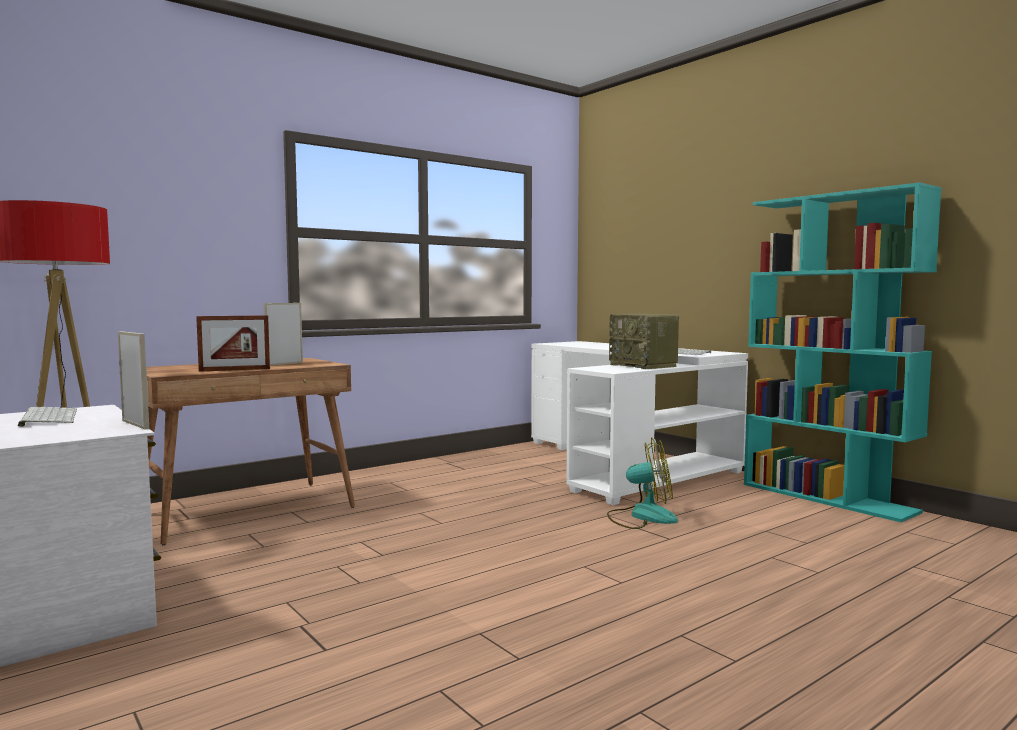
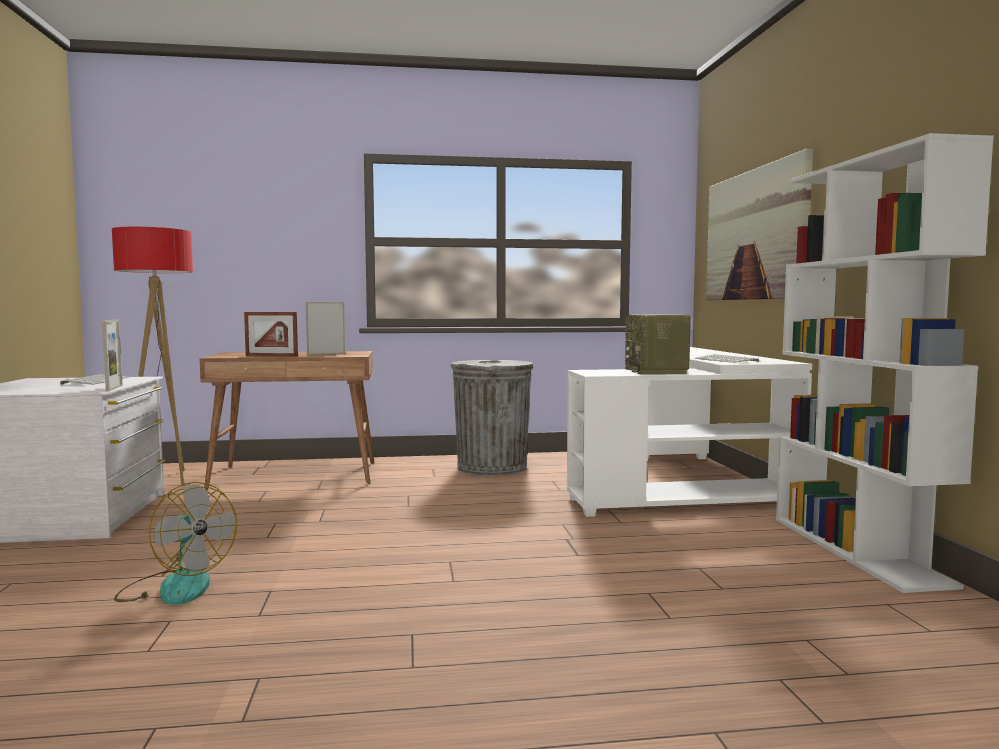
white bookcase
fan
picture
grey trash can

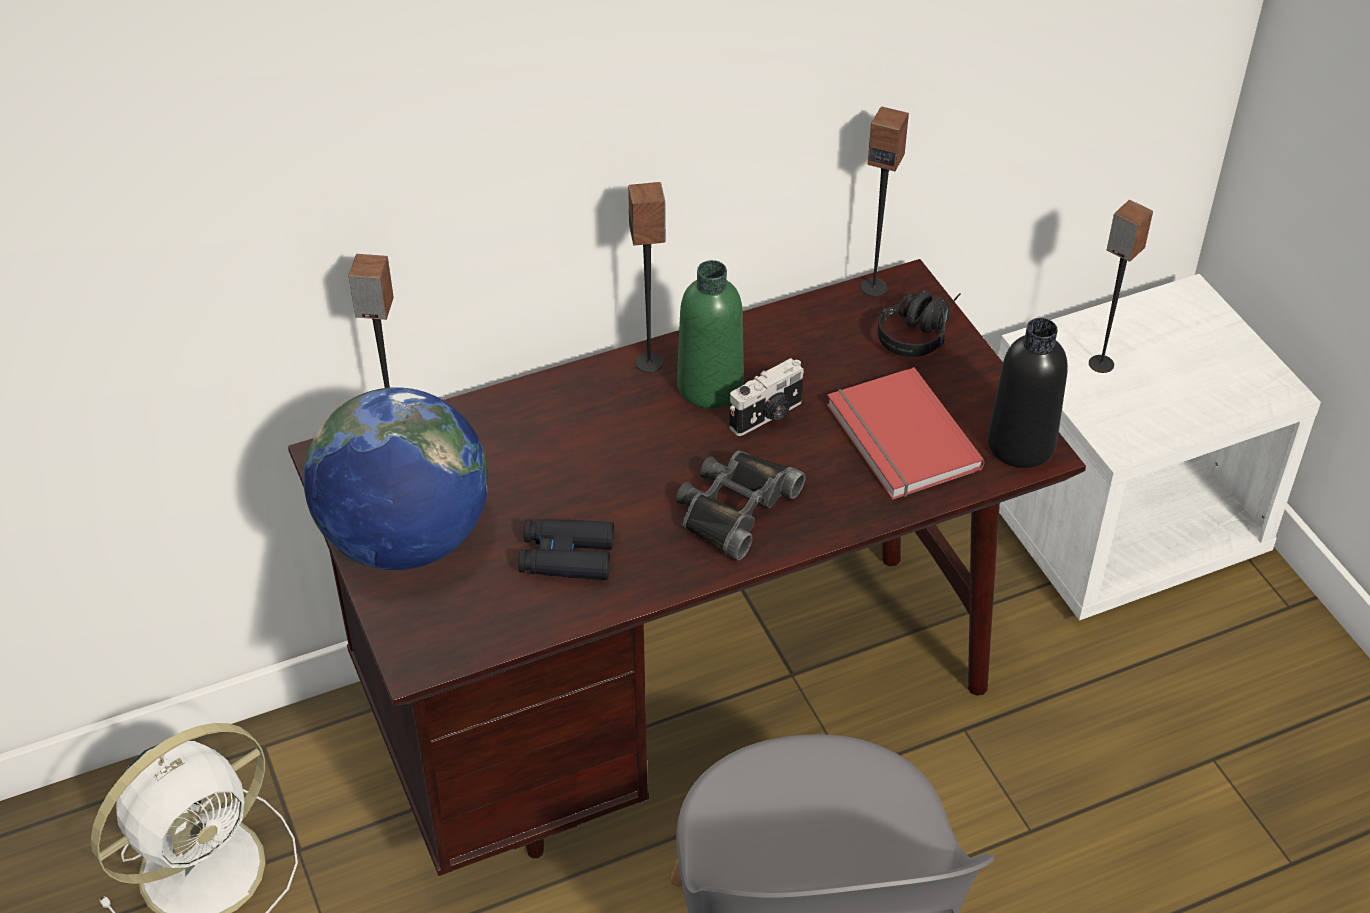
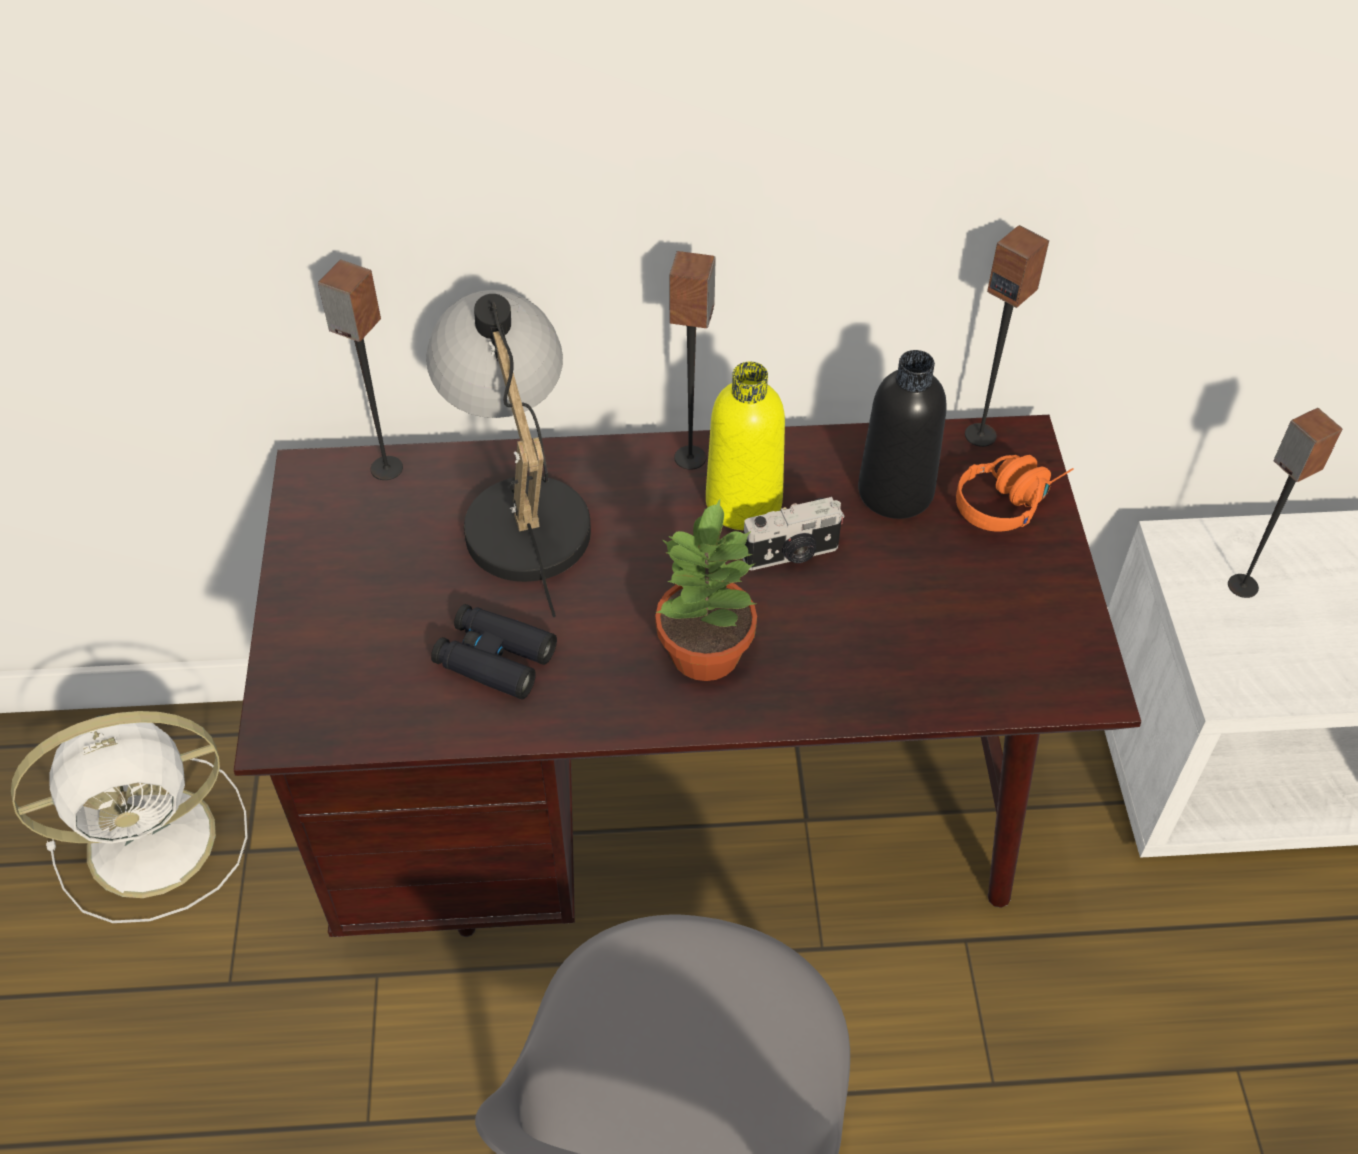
yellow bottle
orange headphones
black bottle
red book
globe
potted plant
table lamp

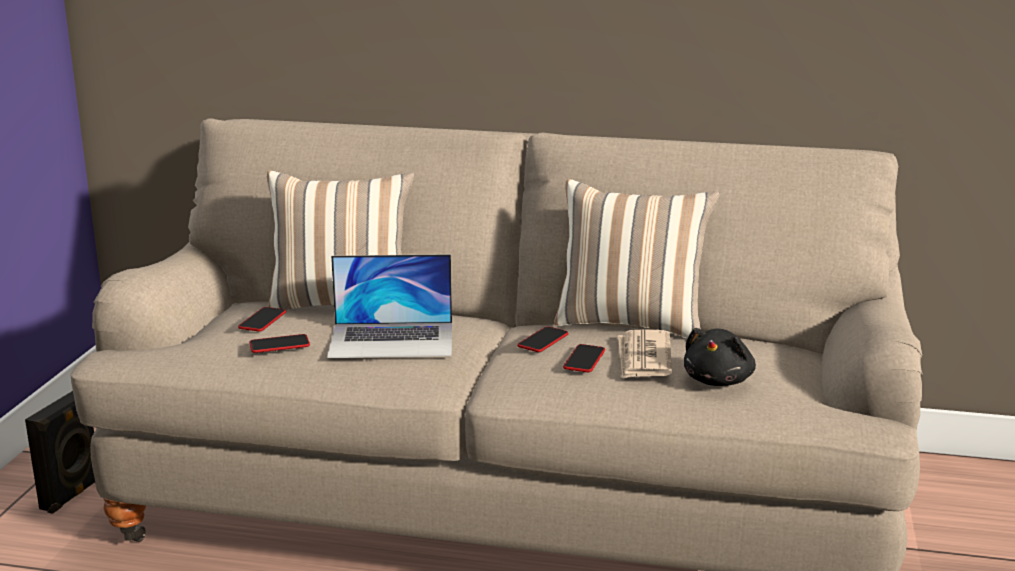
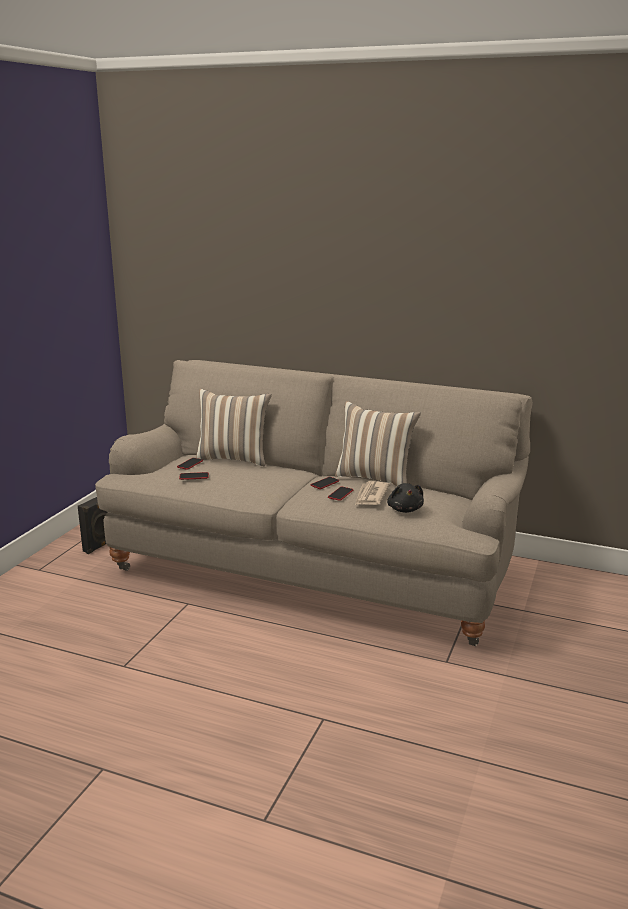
laptop
black plush toy

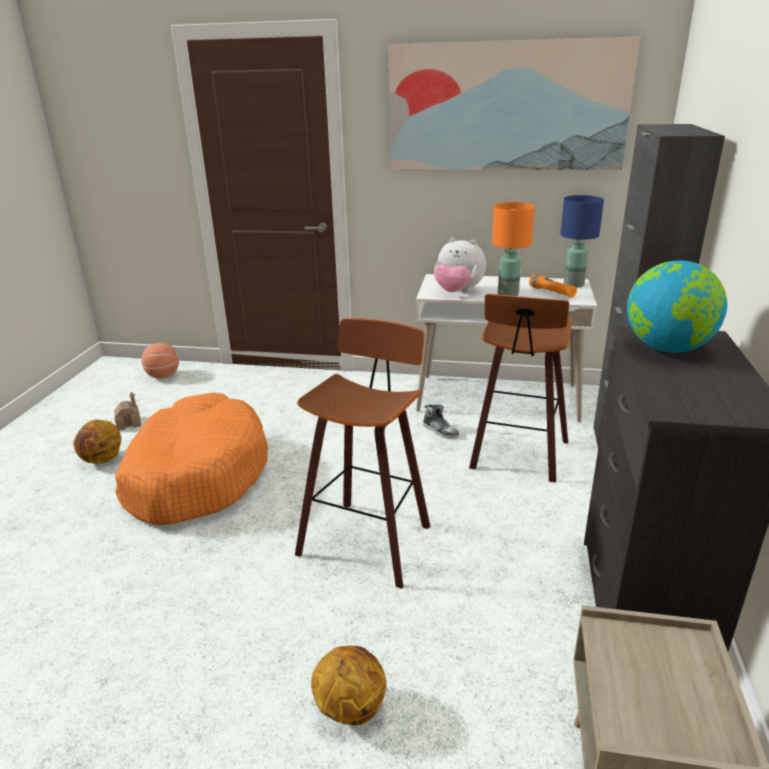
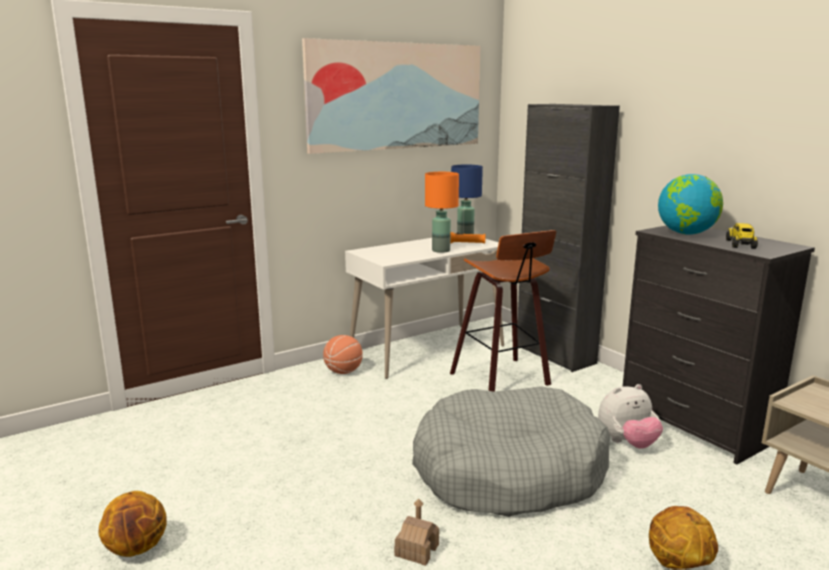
plush toy
grey dog bed
basketball (2nd from left)
toy house
orange dog bed
shoe
toy truck

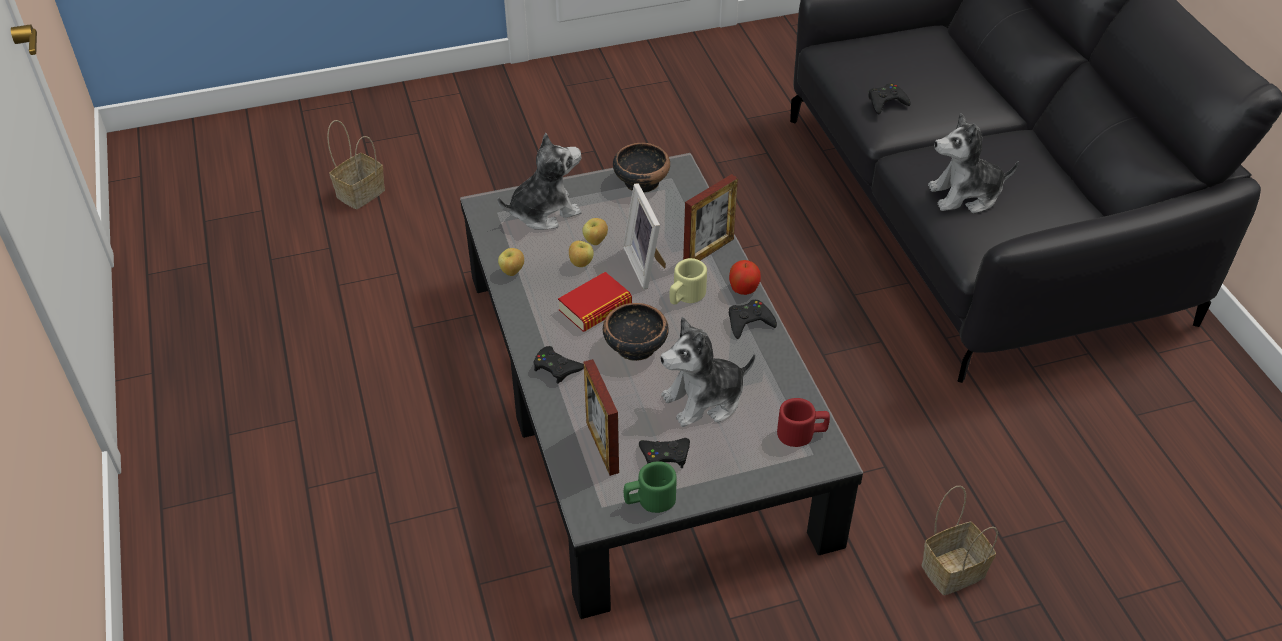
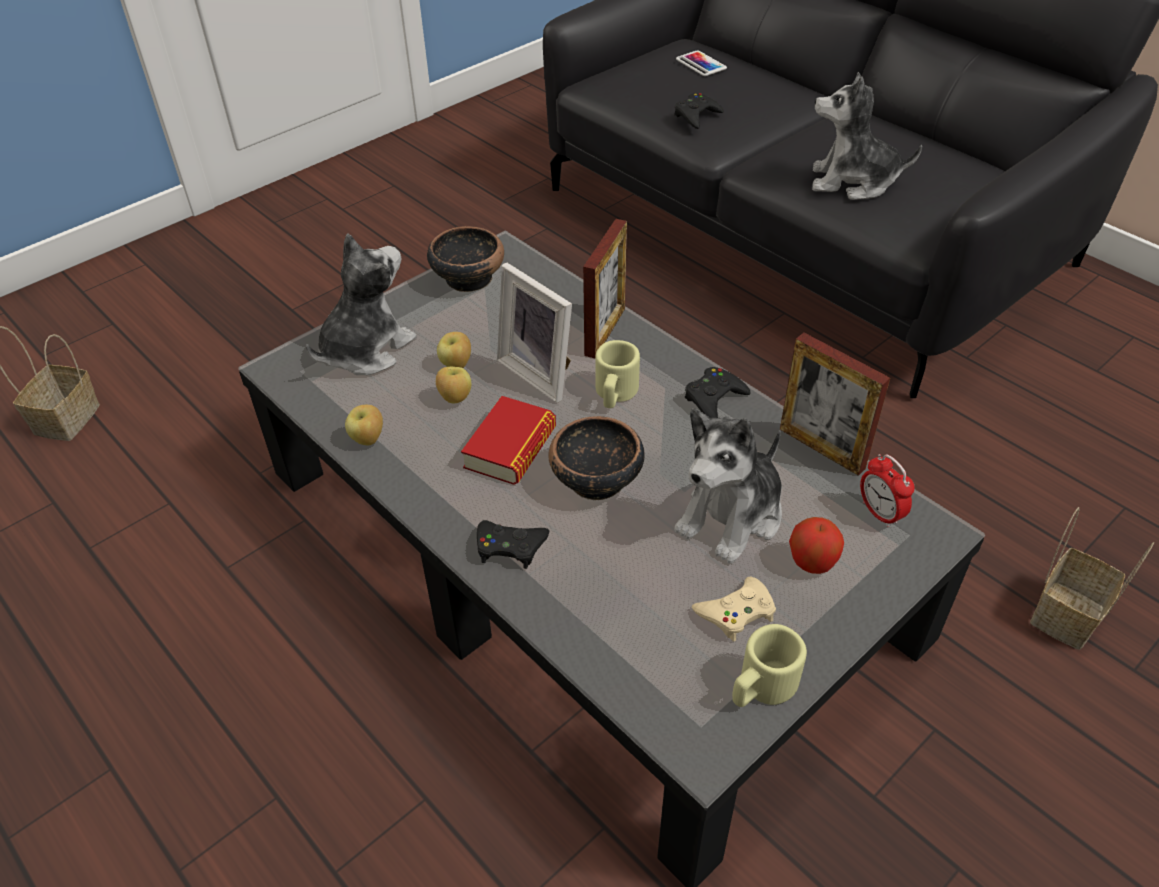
plush toy (3rd from left)
apple (4th from left)
picture frame (3rd from left)
alarm clock
beige game controller
beige mug (2nd from left)
phone

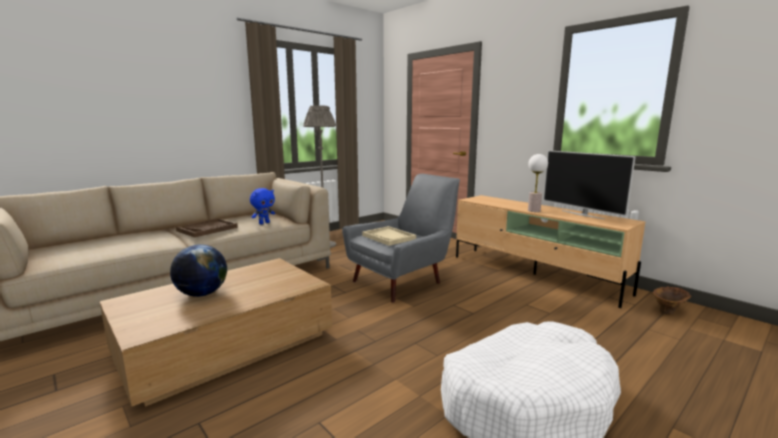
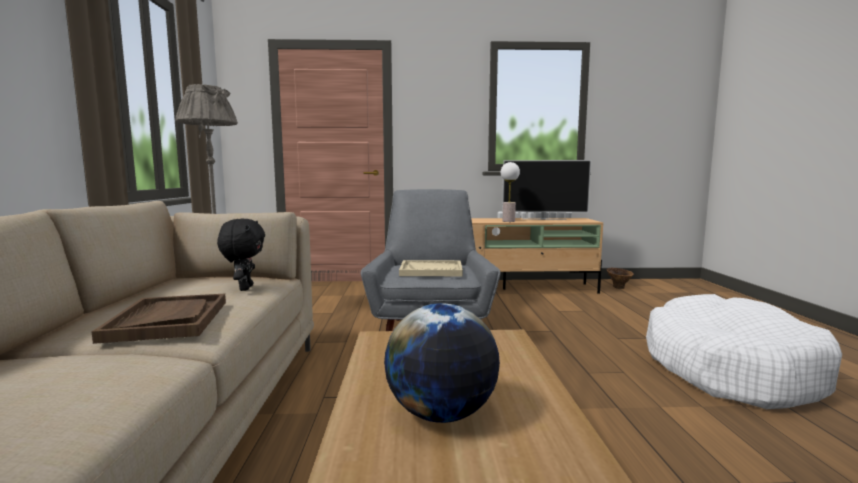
black plush toy

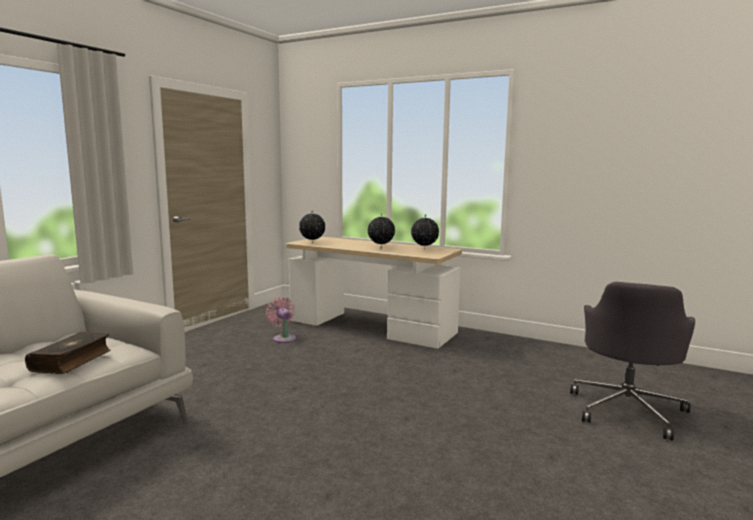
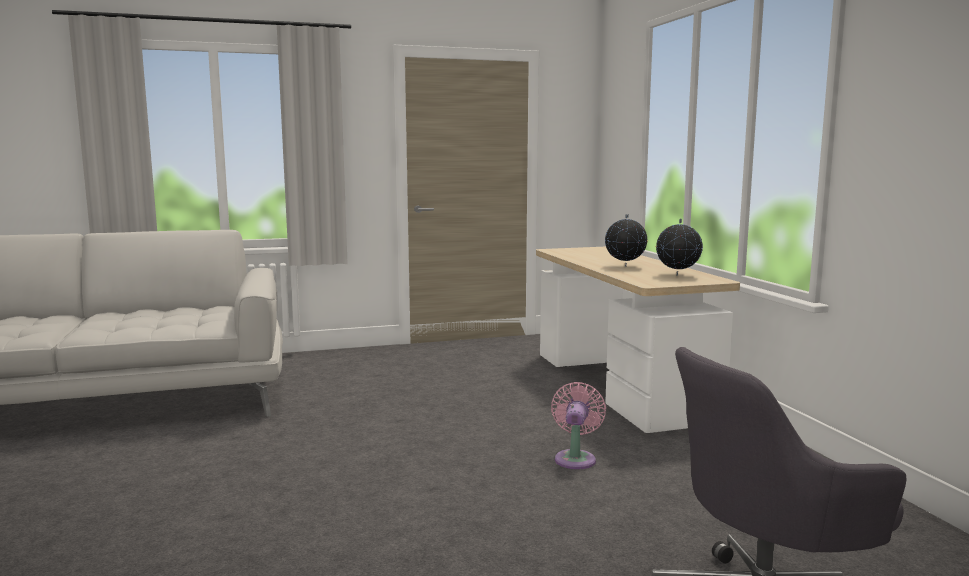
globe (1st from left in the first image)
pink fan
book

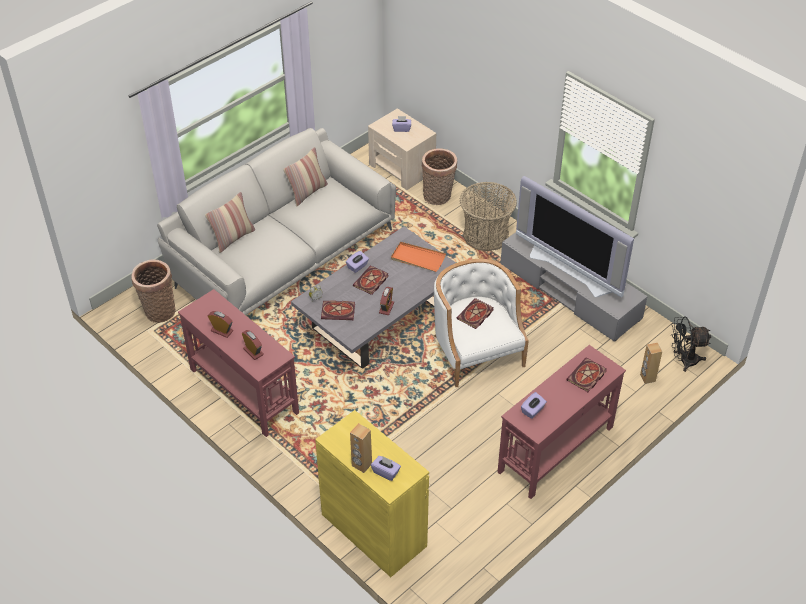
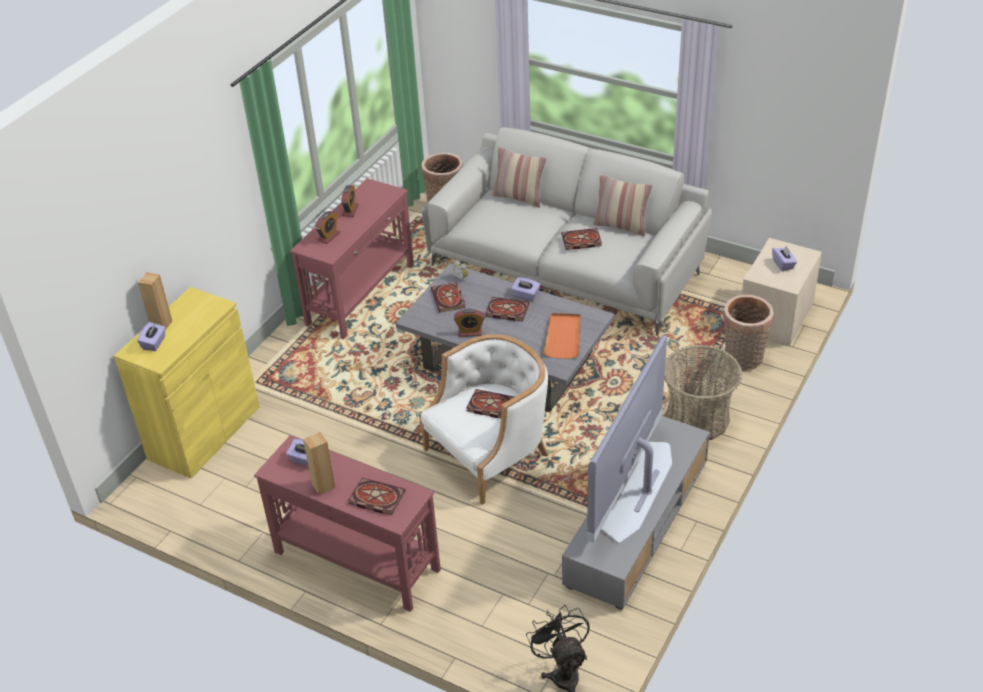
brown speaker (2nd from left)
book (5th from left)

